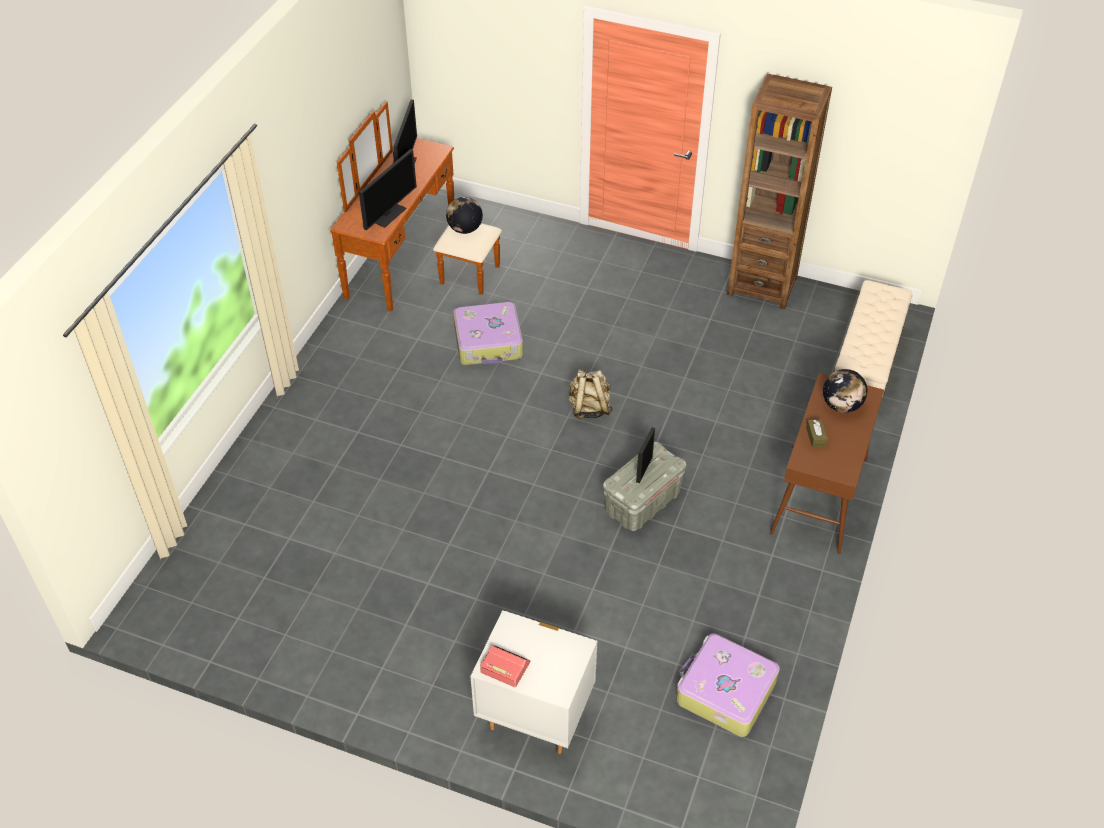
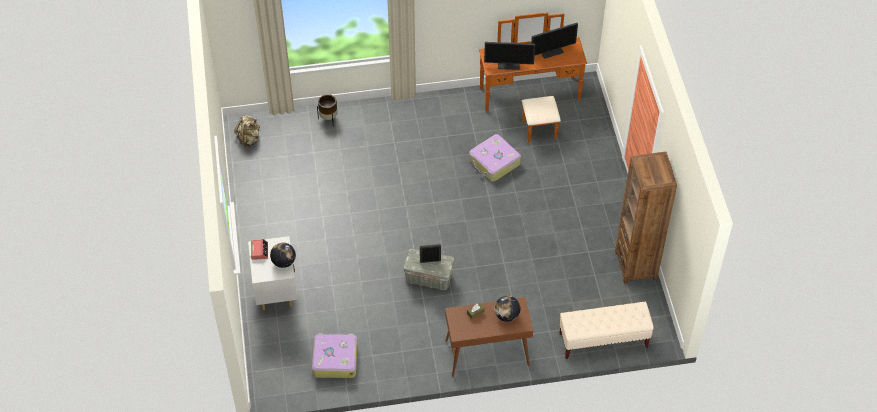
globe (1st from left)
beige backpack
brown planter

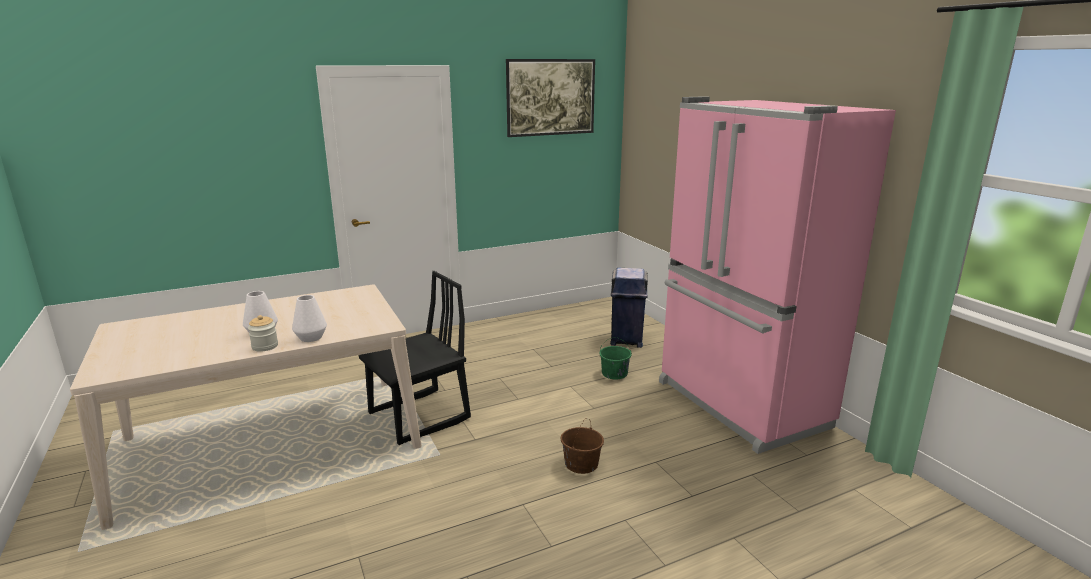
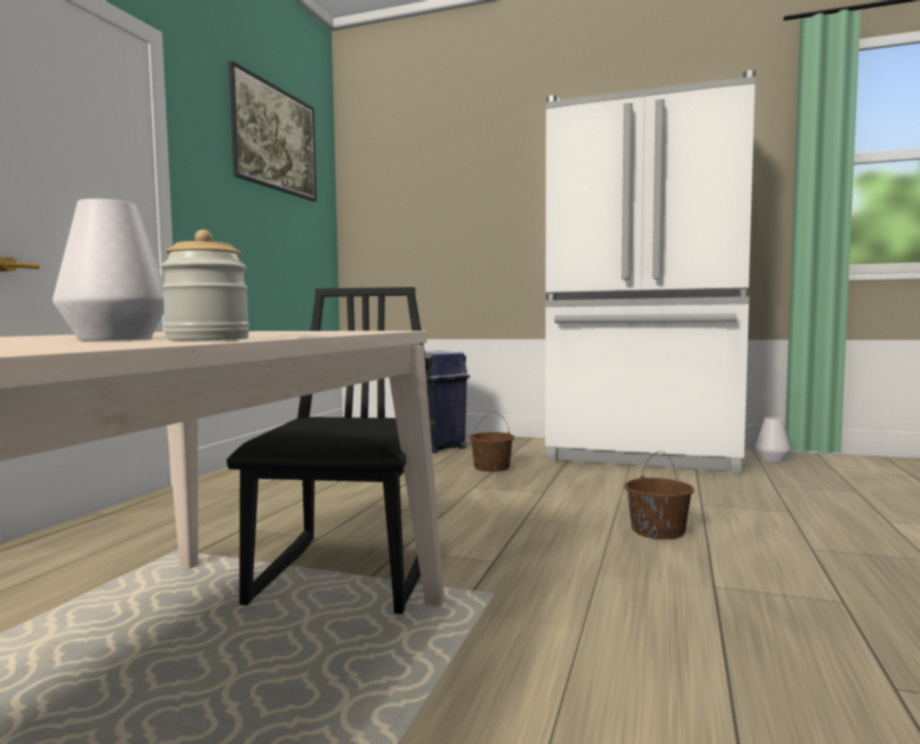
white fridge
white vase (2nd from left)
brown bucket (1st from left)

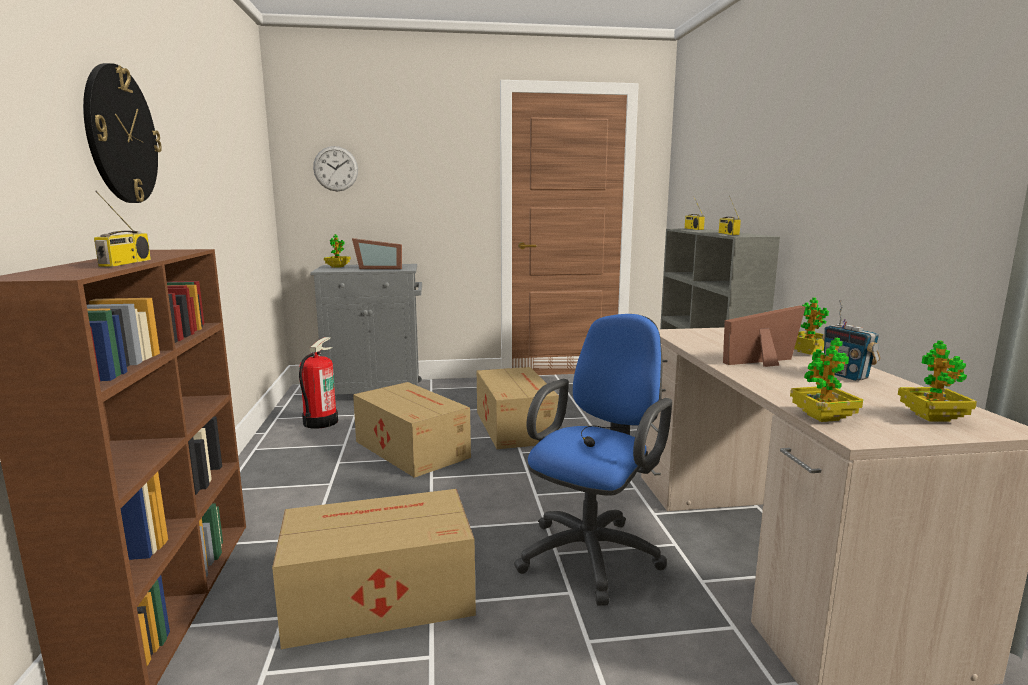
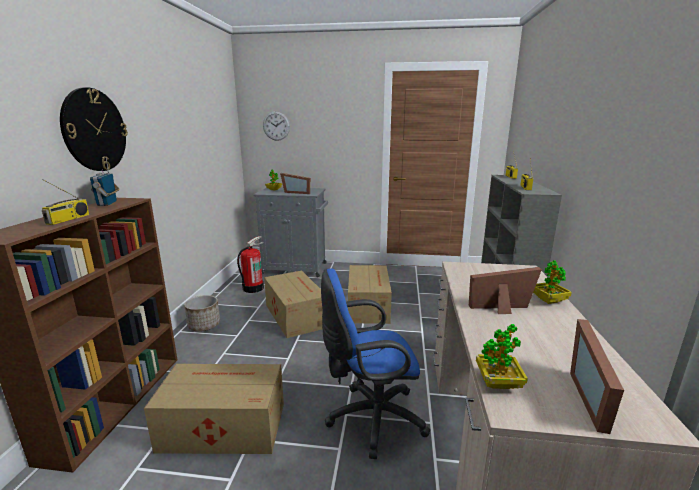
radio (2nd from left)
blue office chair
picture frame (3rd from left)
planter

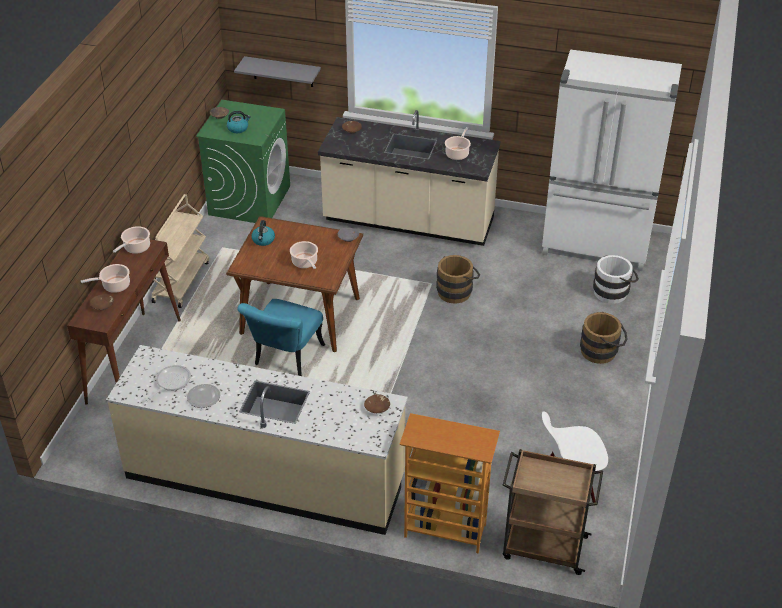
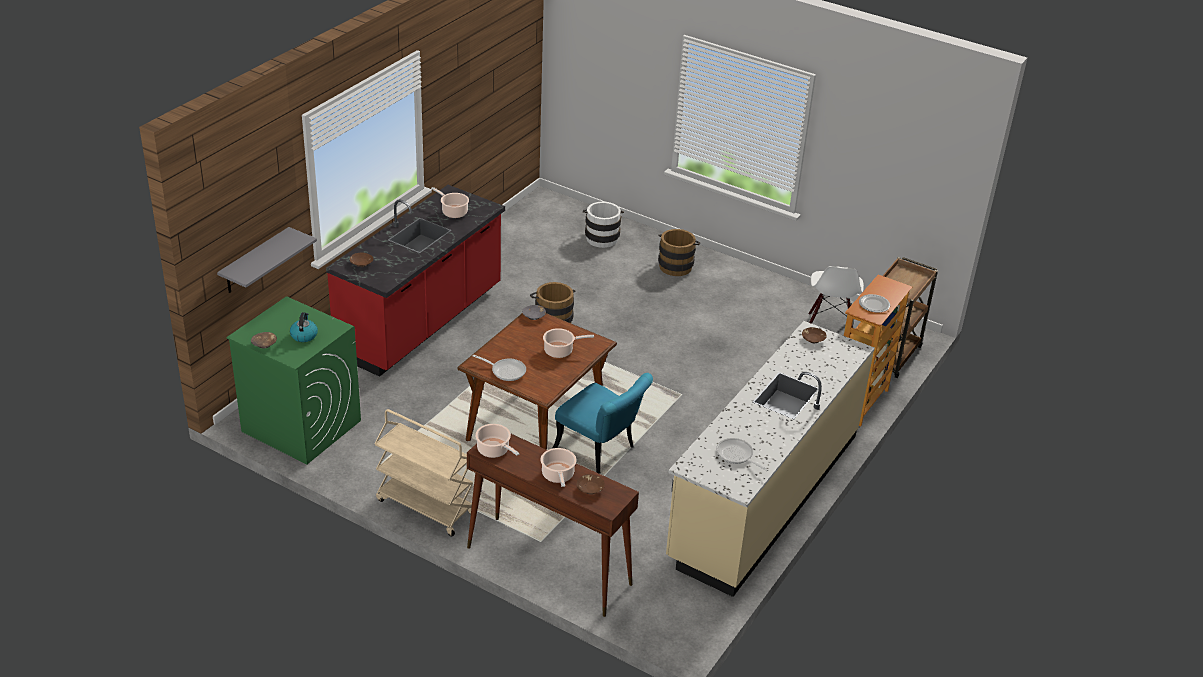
white fridge
red counter
frying pan (1st from left)
plate

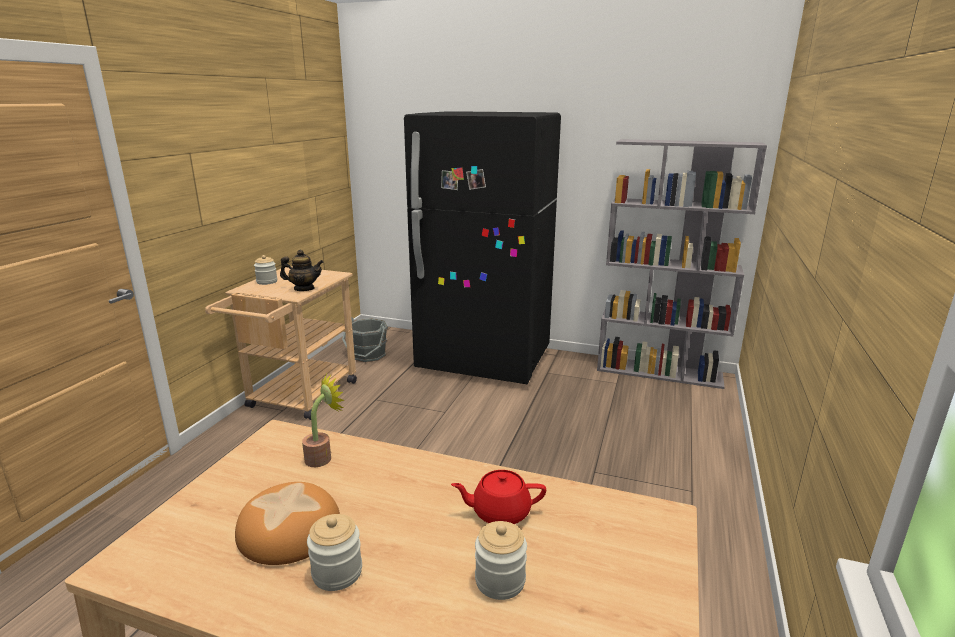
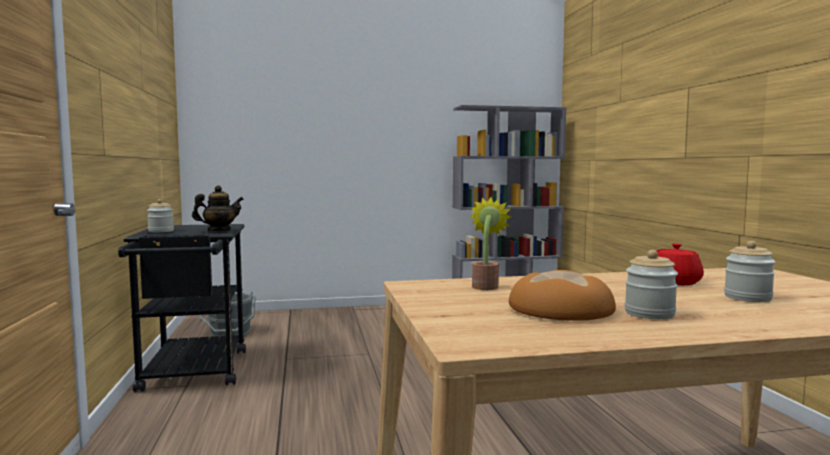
black fridge
black cart

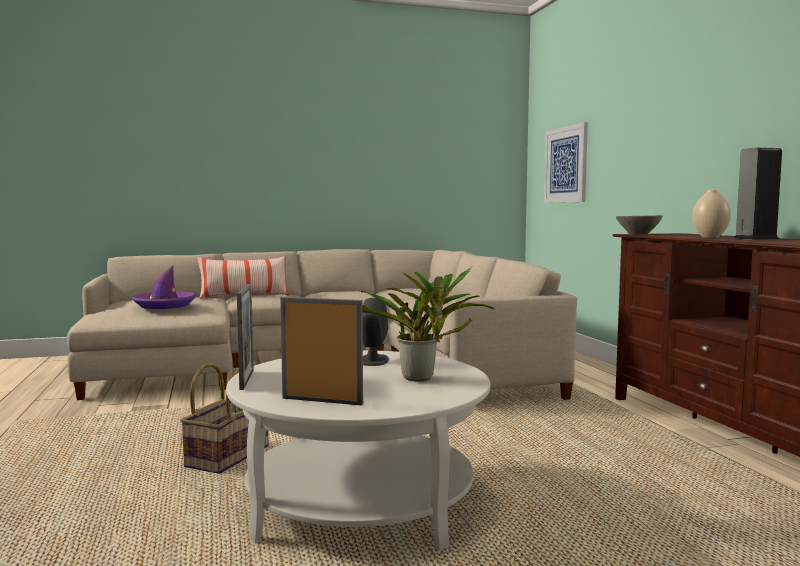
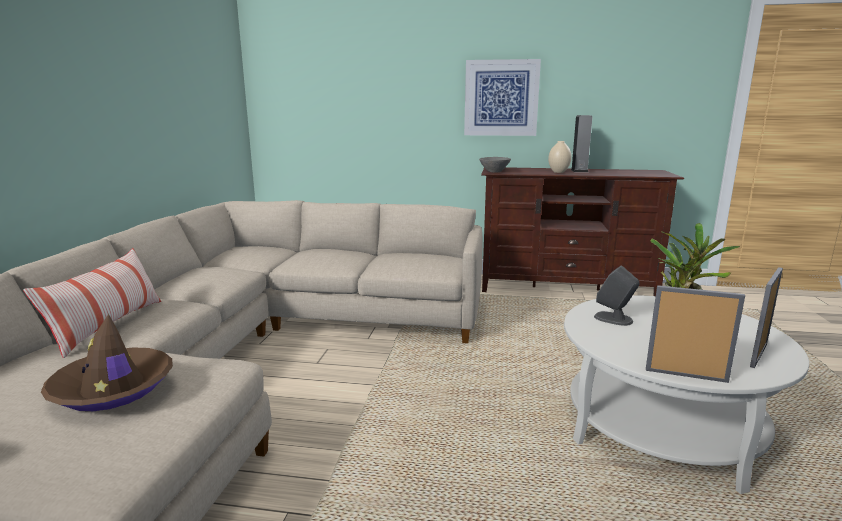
picture
brown hat
basket

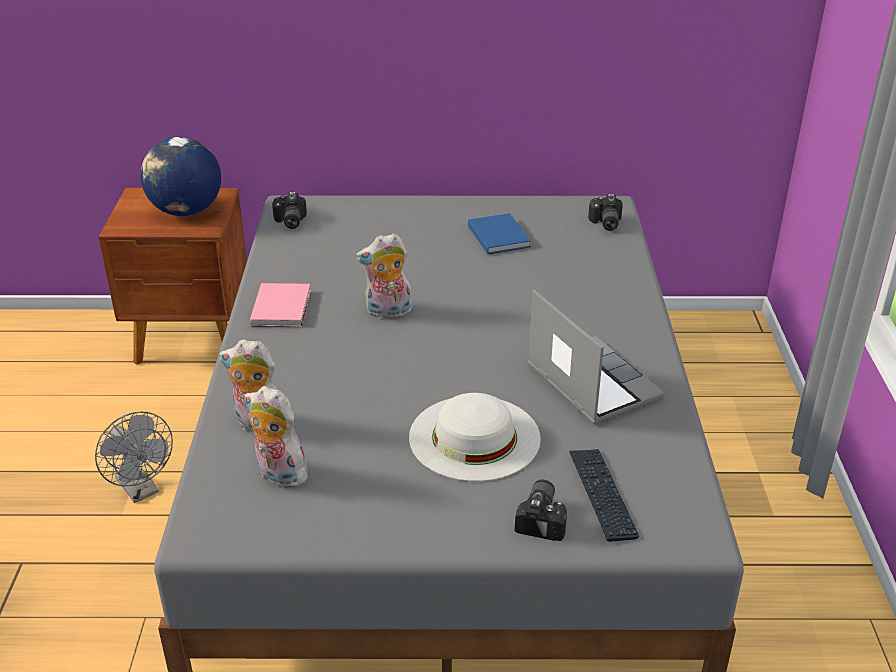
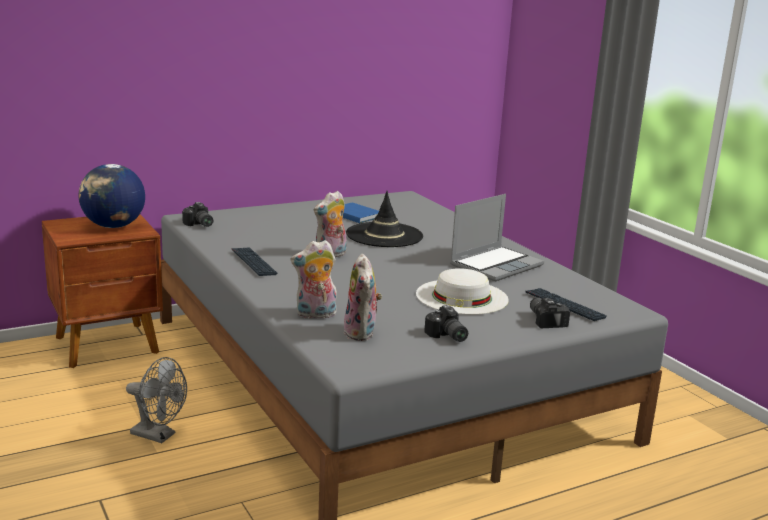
photo camera (2nd from left)
keyboard (1st from left)
laptop
plush toy (3rd from left)
black hat

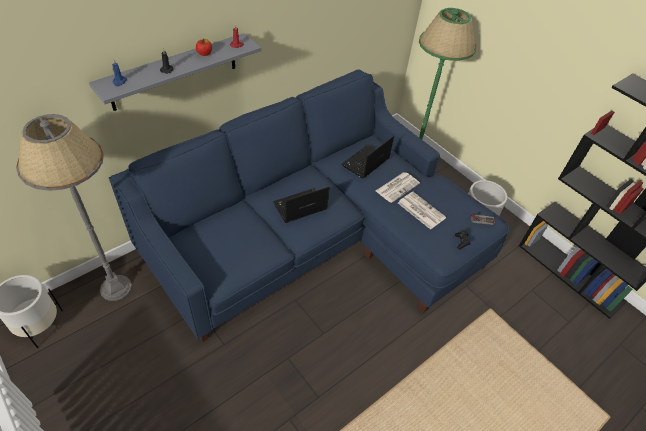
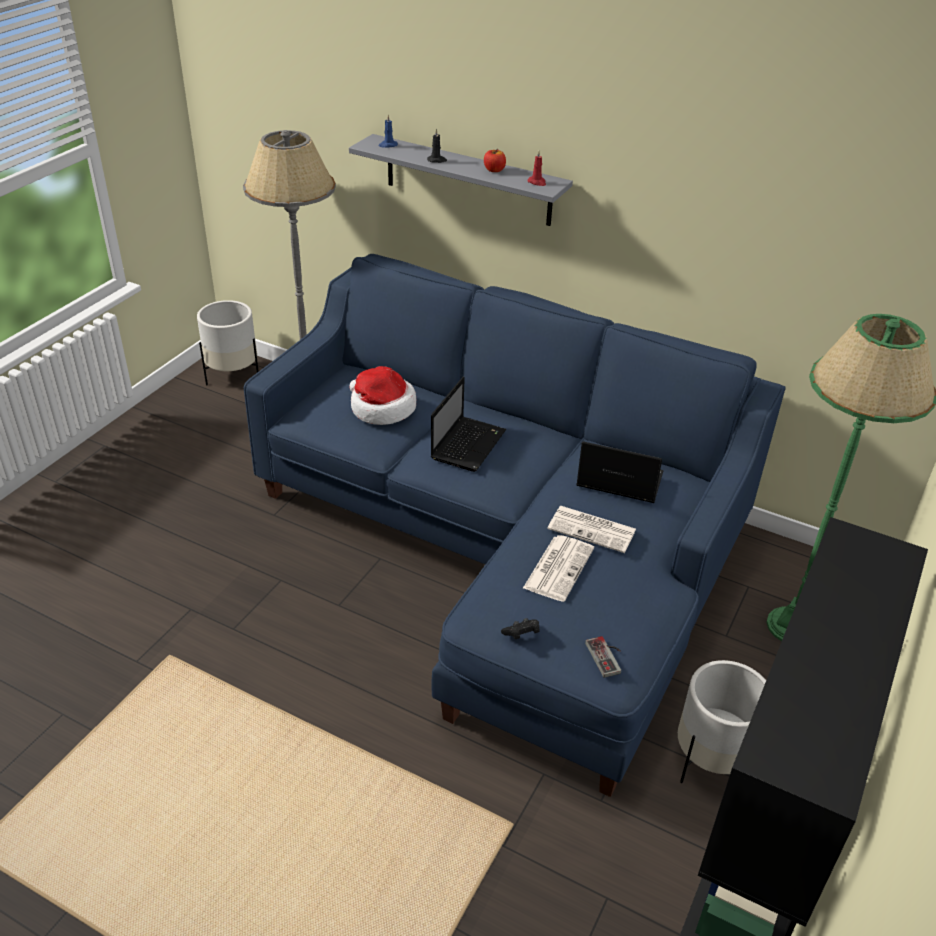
laptop (1st from left)
hat

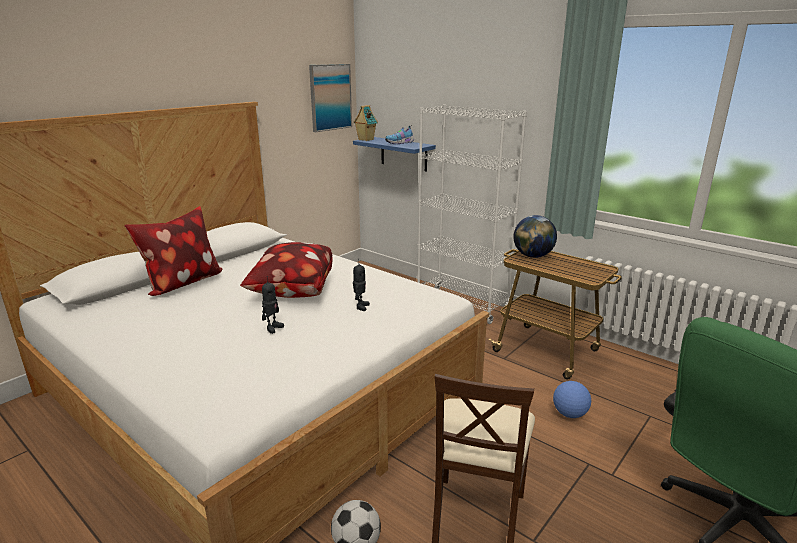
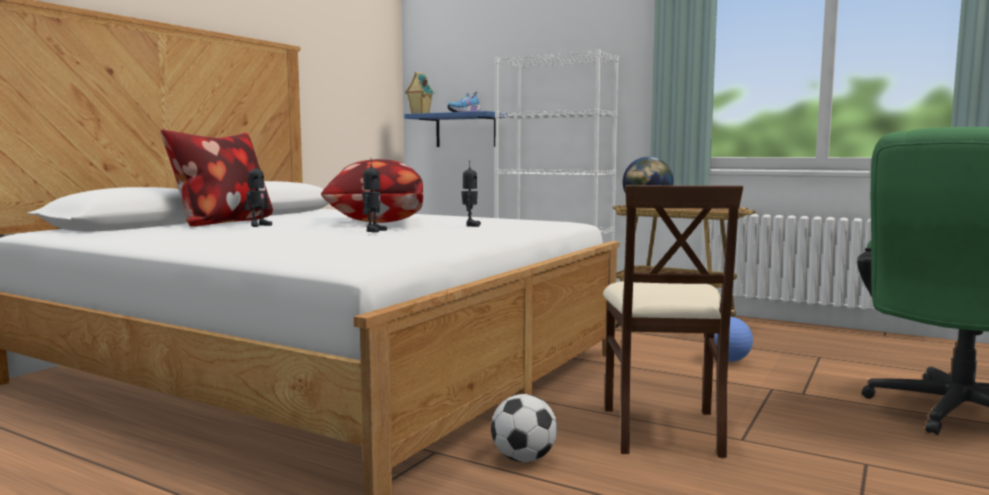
picture
toy robot (1st from left)

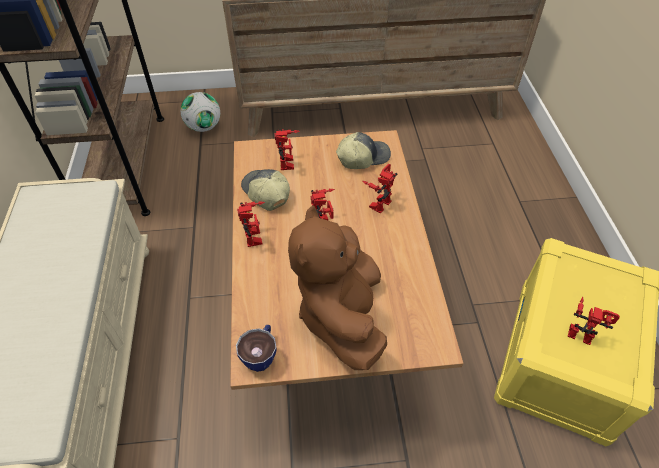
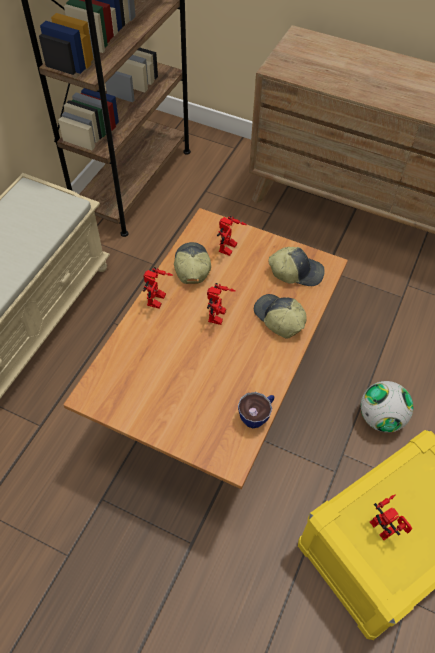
football
cap (2nd from left)
brown plush toy
cup

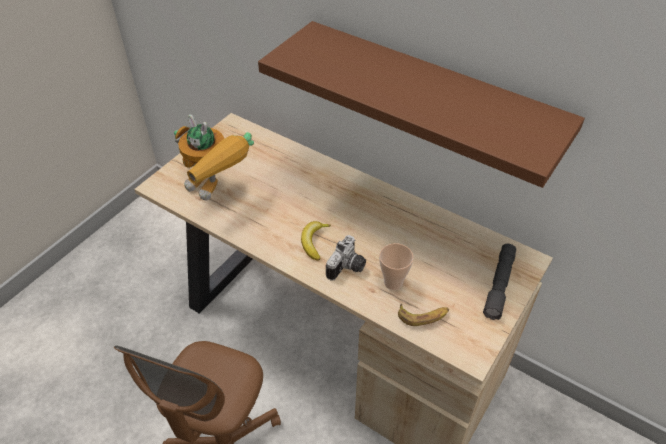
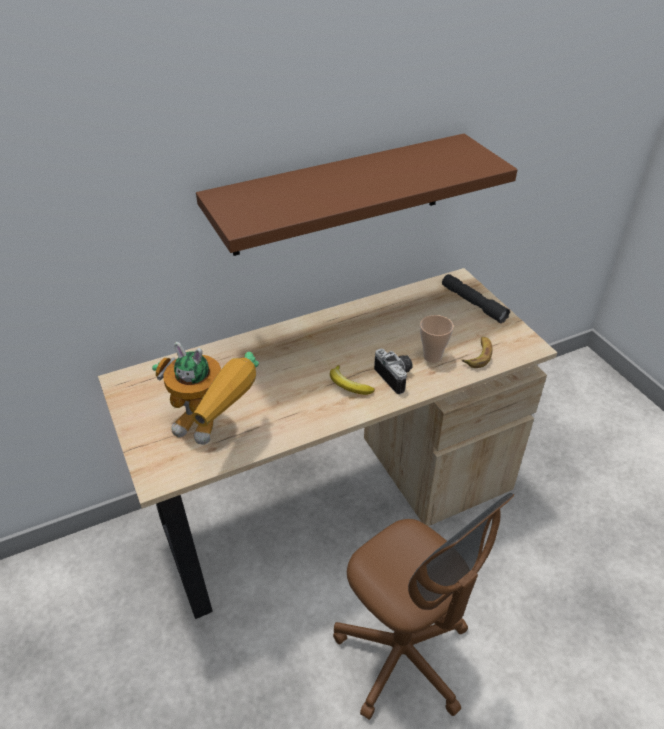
toy robot

